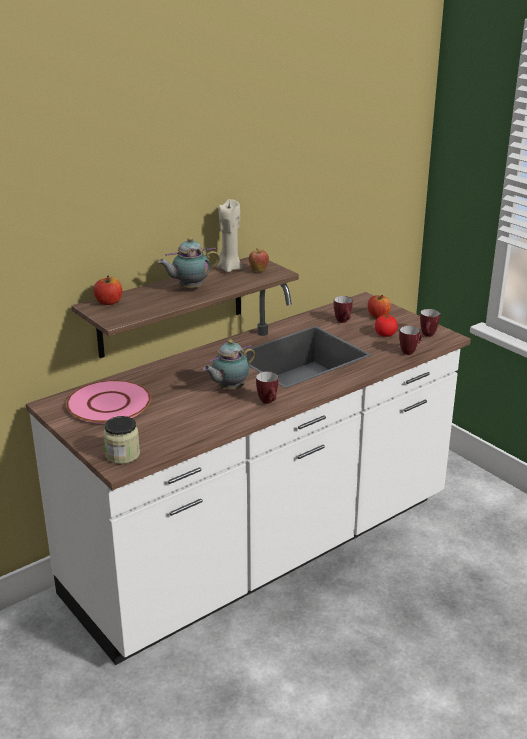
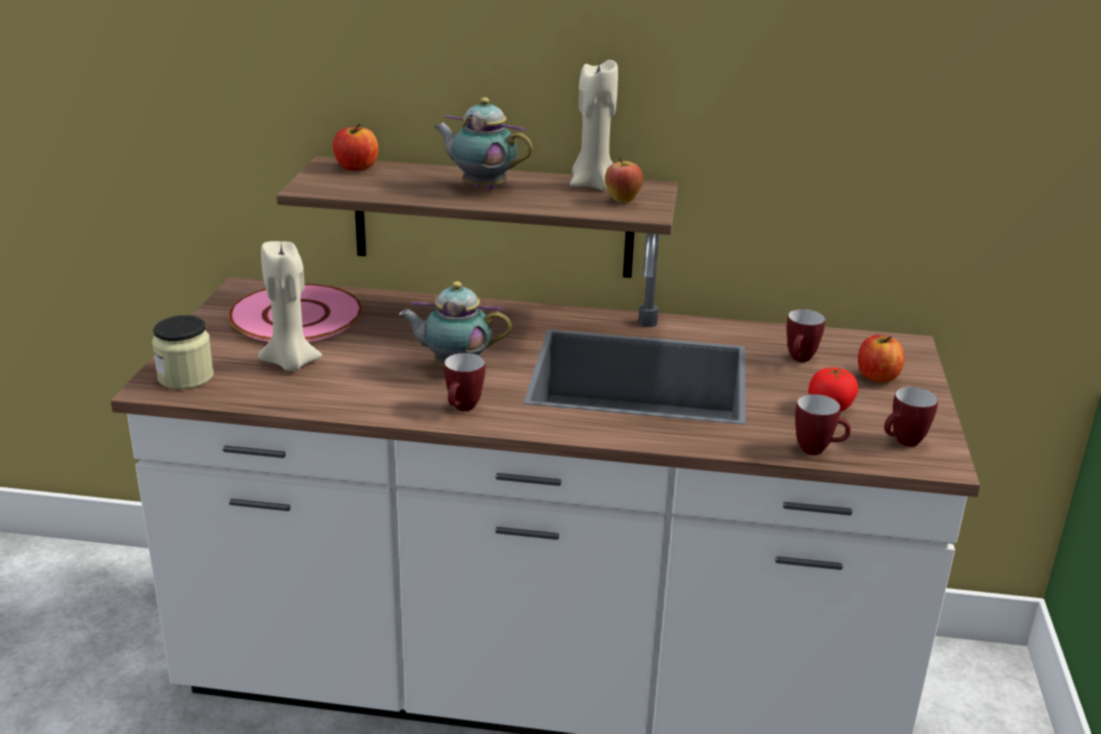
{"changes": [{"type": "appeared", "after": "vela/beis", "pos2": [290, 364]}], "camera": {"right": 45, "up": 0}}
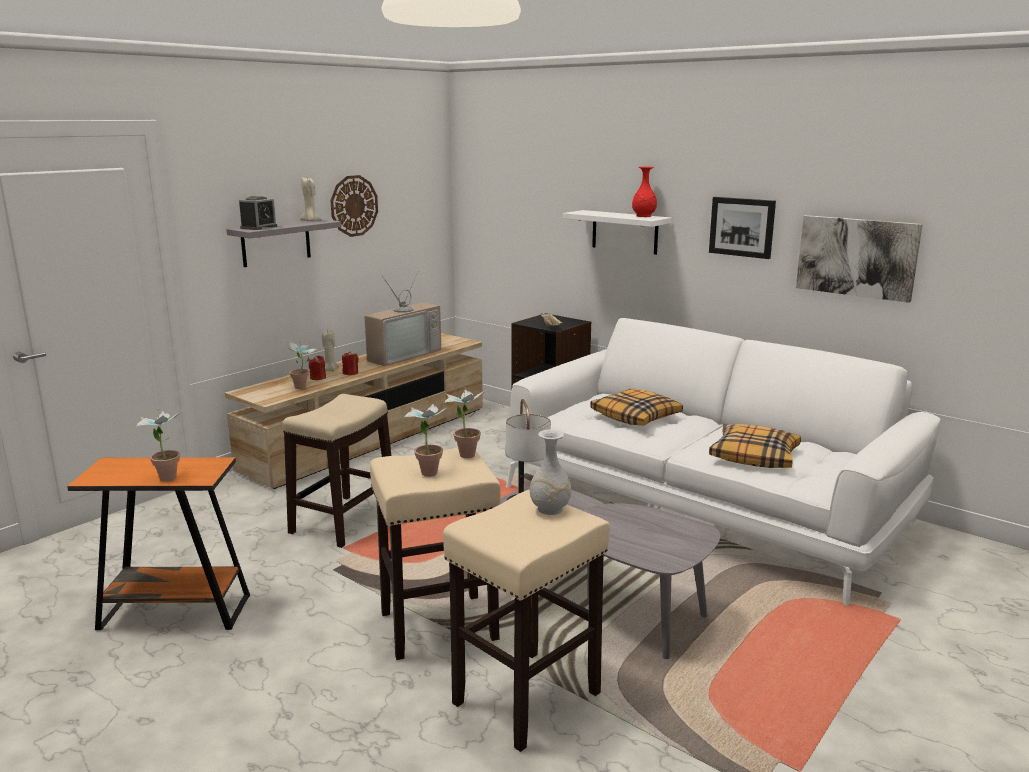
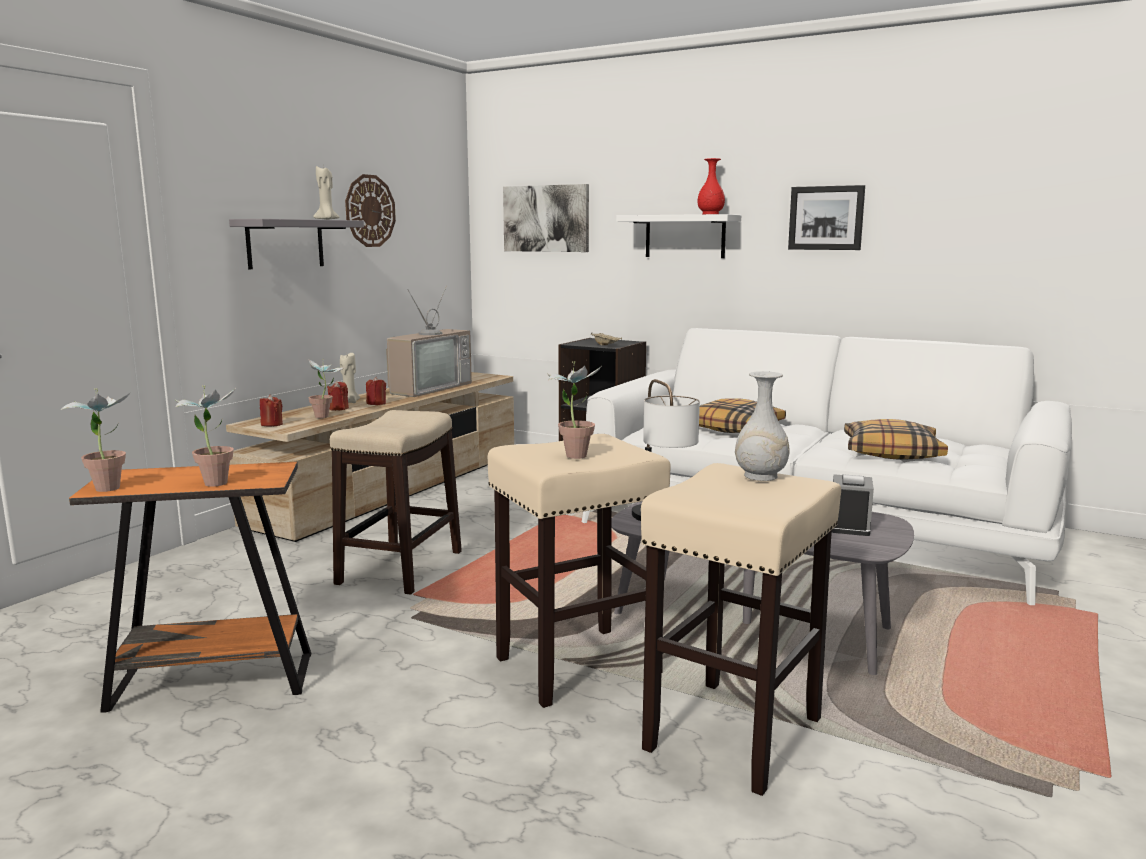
{"changes": [{"type": "relocated", "before": "despertador", "pos1": [259, 227], "pos2": [849, 525]}, {"type": "relocated", "before": "planta en maceta", "pos1": [466, 453], "pos2": [108, 486]}, {"type": "relocated", "before": "cuadro", "pos1": [857, 257], "pos2": [546, 218]}, {"type": "appeared", "after": "vela/rojo", "pos2": [272, 424]}], "camera": {"right": -10, "up": -5}}
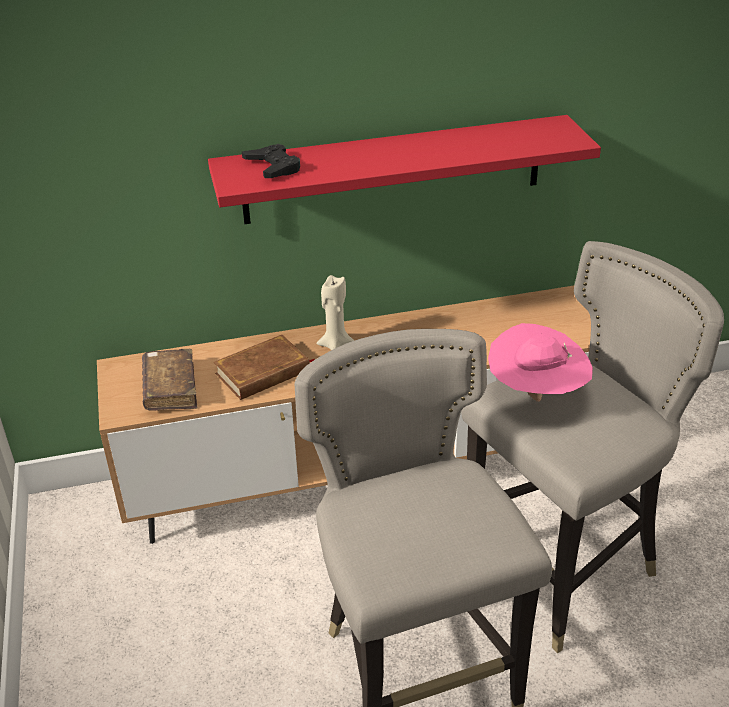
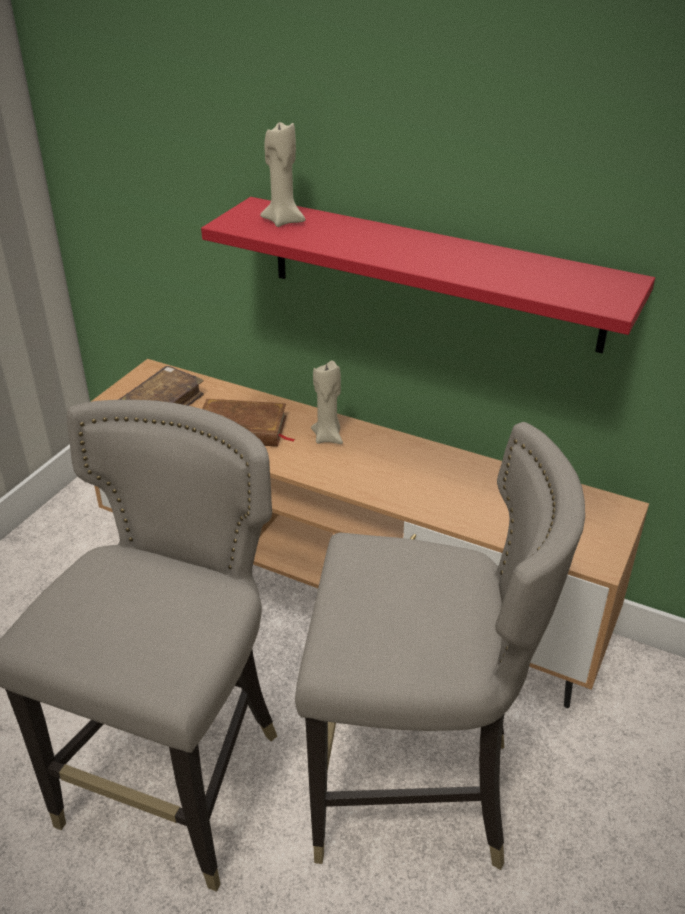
{"changes": [{"type": "exchanged", "before": "mando de consola/negro", "after": "vela/beis", "pos1": [273, 167], "pos2": [283, 221]}, {"type": "missing", "before": "sombrero/rosa", "pos1": [536, 395]}], "camera": {"right": 40, "up": 0}}
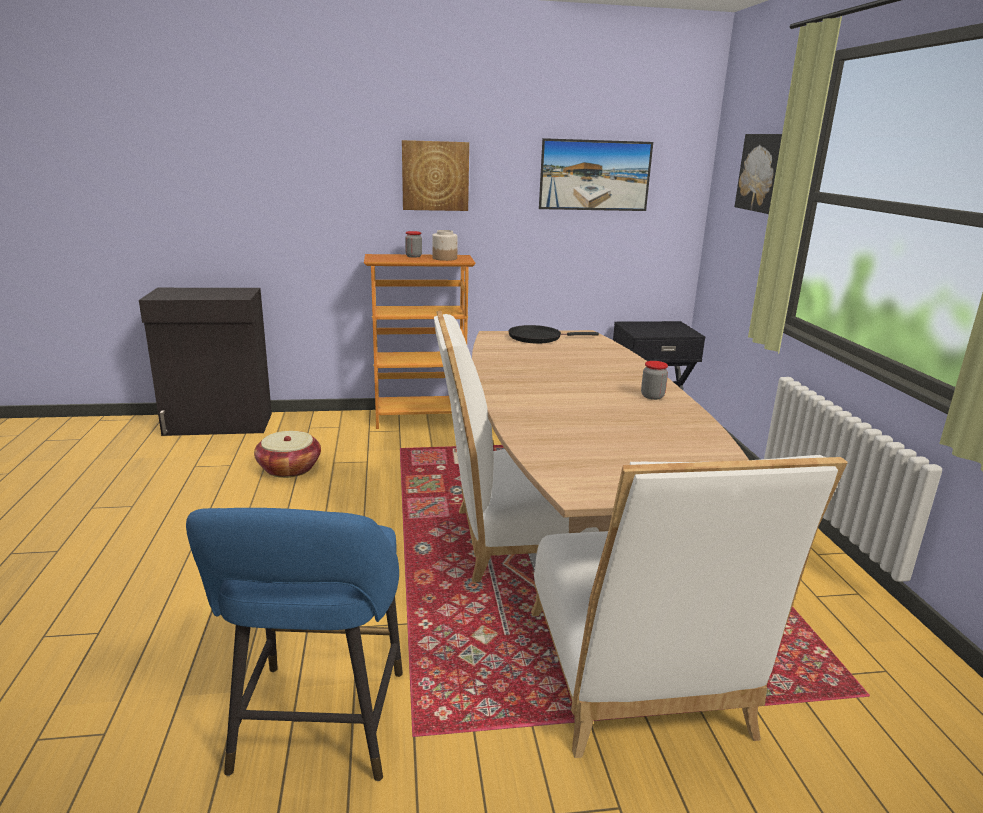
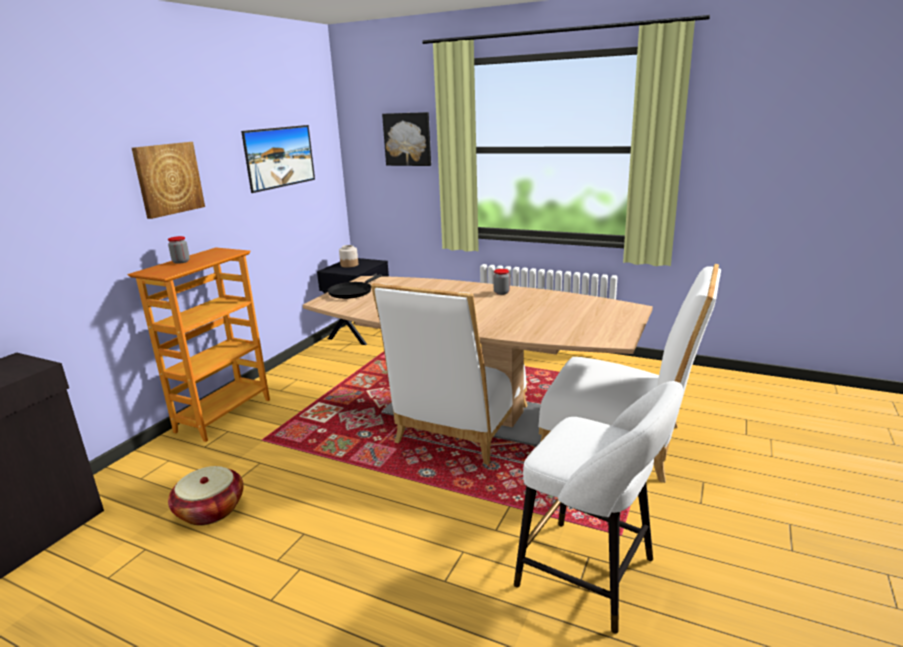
{"changes": [{"type": "colour", "before": "taburete/azul", "after": "taburete/blanco", "pos1": [318, 729], "pos2": [593, 576]}, {"type": "relocated", "before": "tarro", "pos1": [445, 258], "pos2": [349, 265]}], "camera": {"right": -55, "up": 0}}
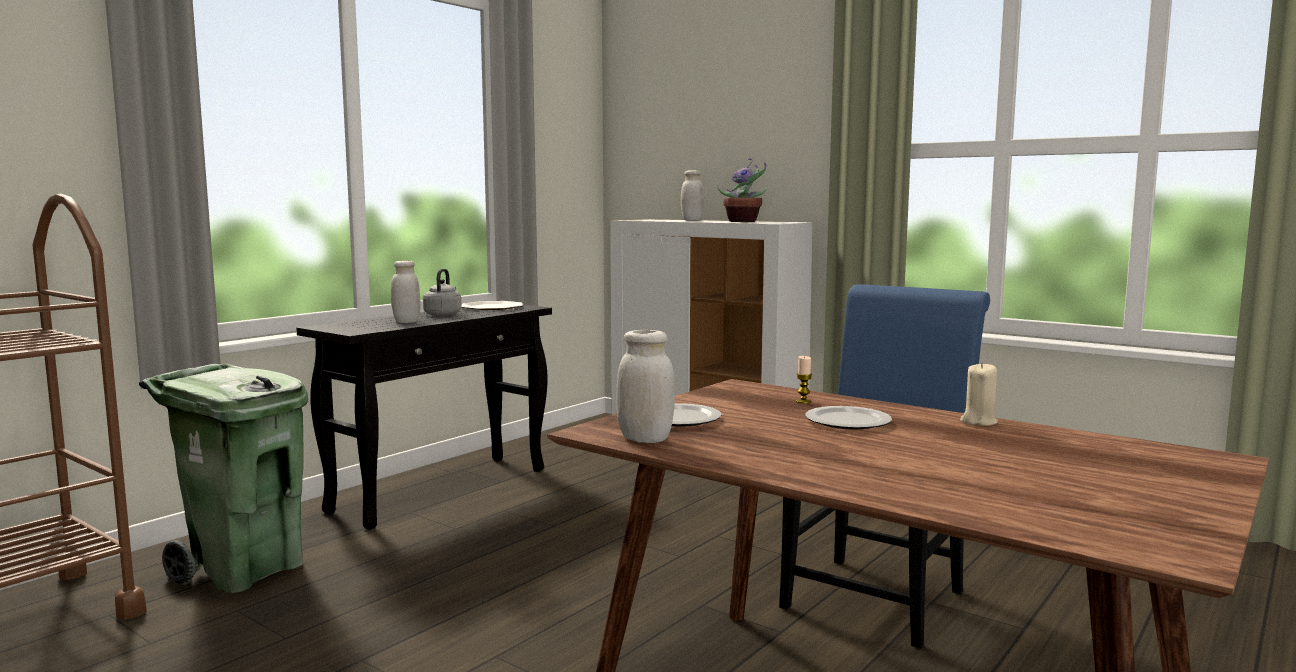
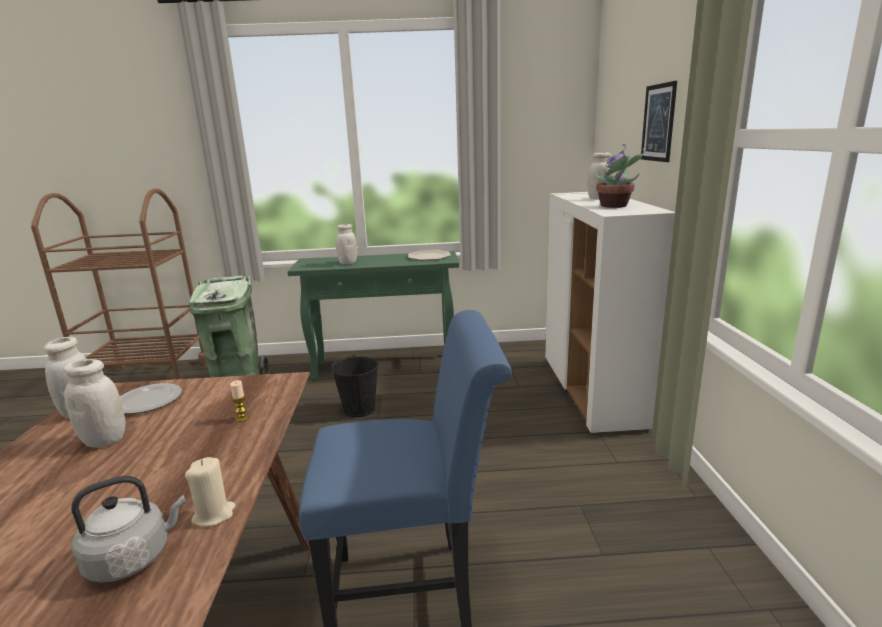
{"changes": [{"type": "colour", "before": "mesa consola/negro", "after": "mesa consola/verde", "pos1": [442, 489], "pos2": [385, 367]}, {"type": "relocated", "before": "hervidor/gris", "pos1": [443, 314], "pos2": [133, 558]}, {"type": "missing", "before": "plato", "pos1": [847, 421]}, {"type": "appeared", "after": "tarro/blanco", "pos2": [104, 440]}, {"type": "appeared", "after": "cubo/negro", "pos2": [359, 409]}, {"type": "appeared", "after": "cuadro", "pos2": [658, 123]}], "camera": {"right": 50, "up": 10}}
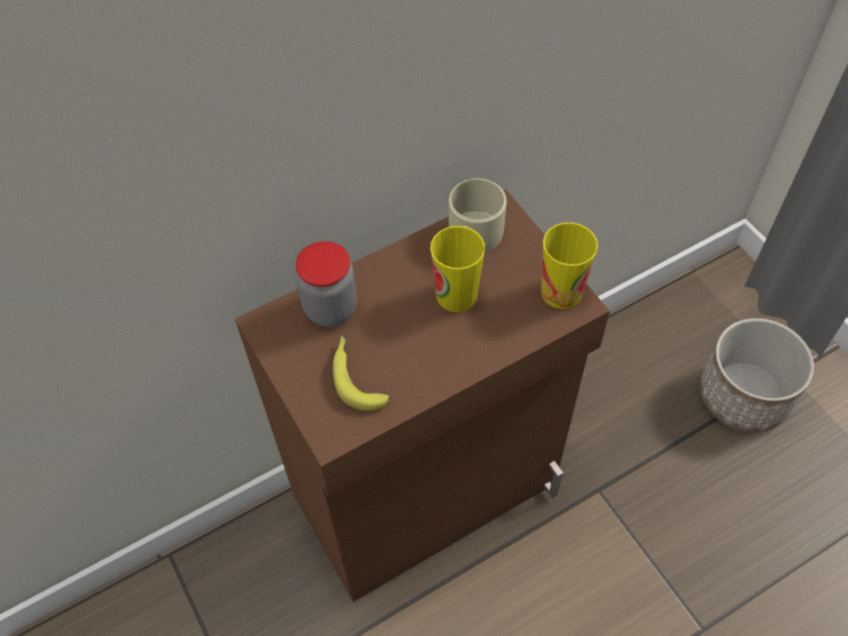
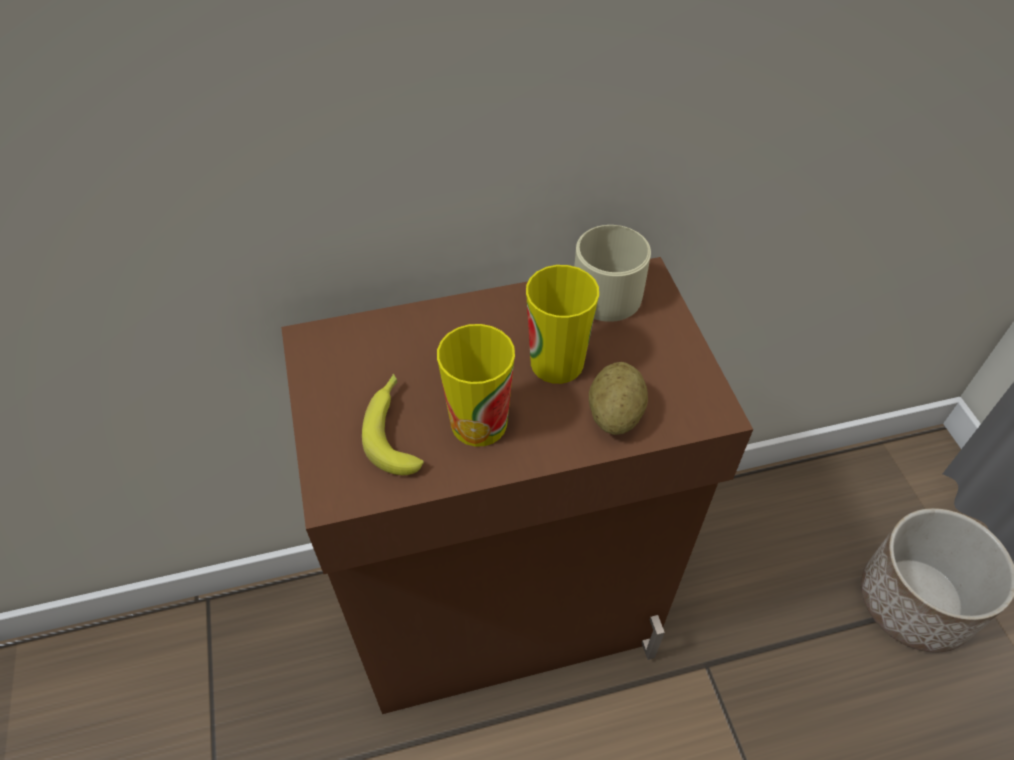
{"changes": [{"type": "missing", "before": "tarro", "pos1": [330, 308]}, {"type": "relocated", "before": "taza", "pos1": [561, 292], "pos2": [479, 423]}, {"type": "appeared", "after": "patata", "pos2": [615, 414]}], "camera": {"right": 15, "up": -5}}
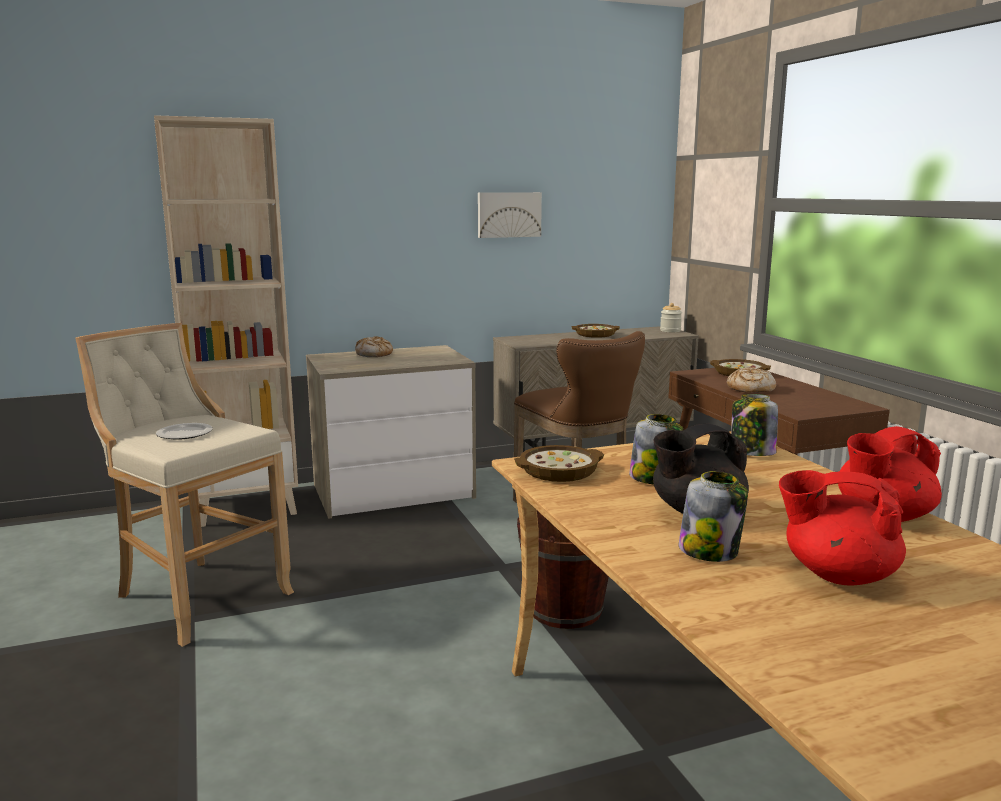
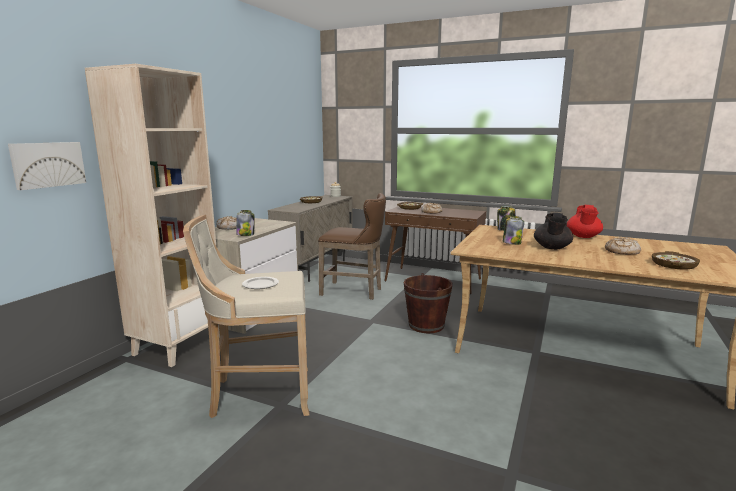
{"changes": [{"type": "relocated", "before": "cuadro", "pos1": [508, 214], "pos2": [47, 164]}, {"type": "relocated", "before": "cuenco", "pos1": [559, 471], "pos2": [674, 265]}, {"type": "relocated", "before": "tarro", "pos1": [709, 551], "pos2": [245, 234]}, {"type": "exchanged", "before": "tetera/rojo", "after": "pan", "pos1": [837, 575], "pos2": [621, 252]}], "camera": {"right": -45, "up": 0}}
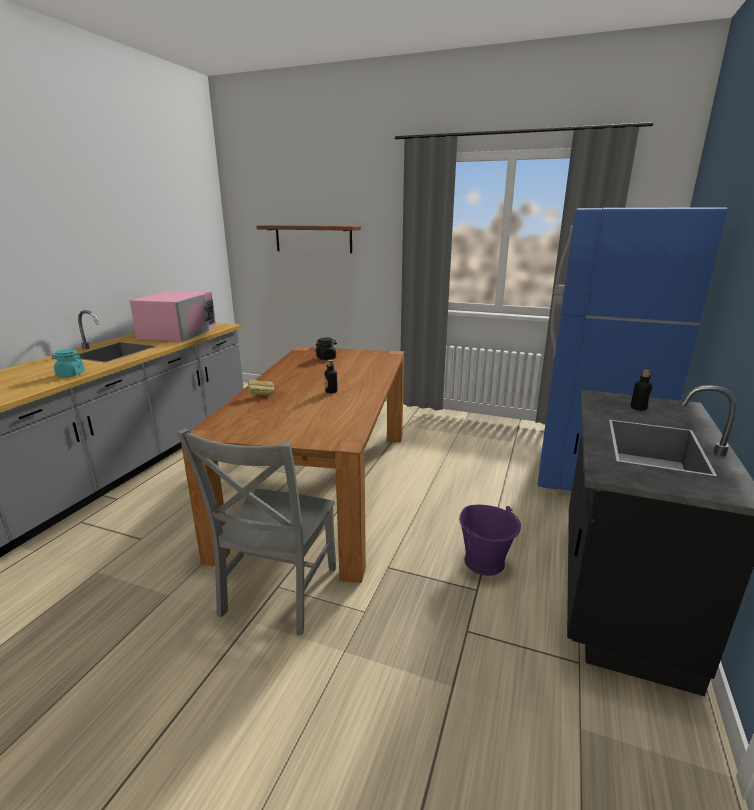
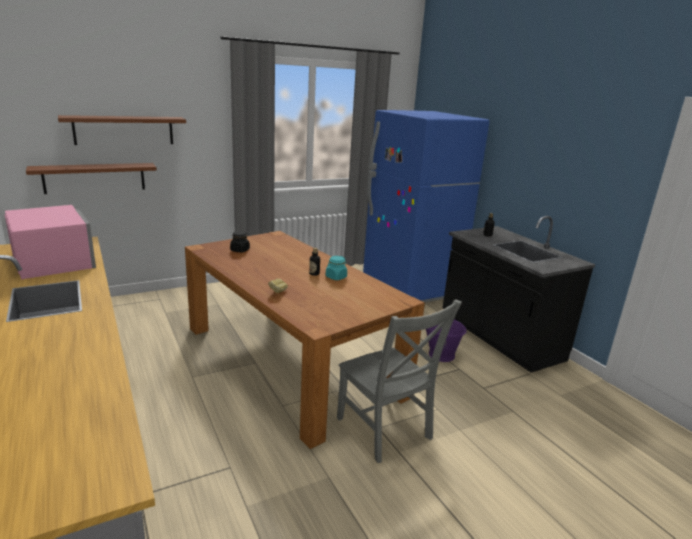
{"changes": [{"type": "relocated", "before": "tarro/turquesa", "pos1": [70, 374], "pos2": [336, 277]}, {"type": "appeared", "after": "estante/marrón", "pos2": [94, 178]}], "camera": {"right": -50, "up": 0}}
